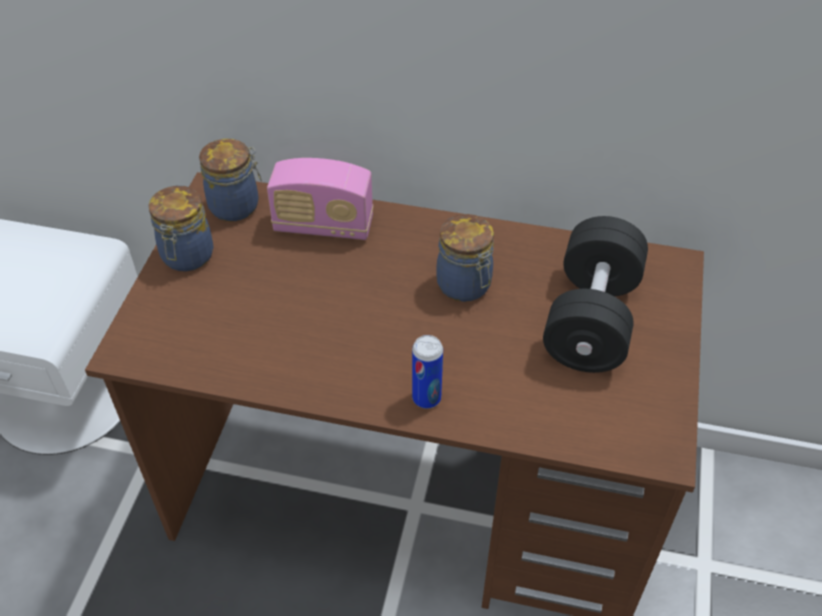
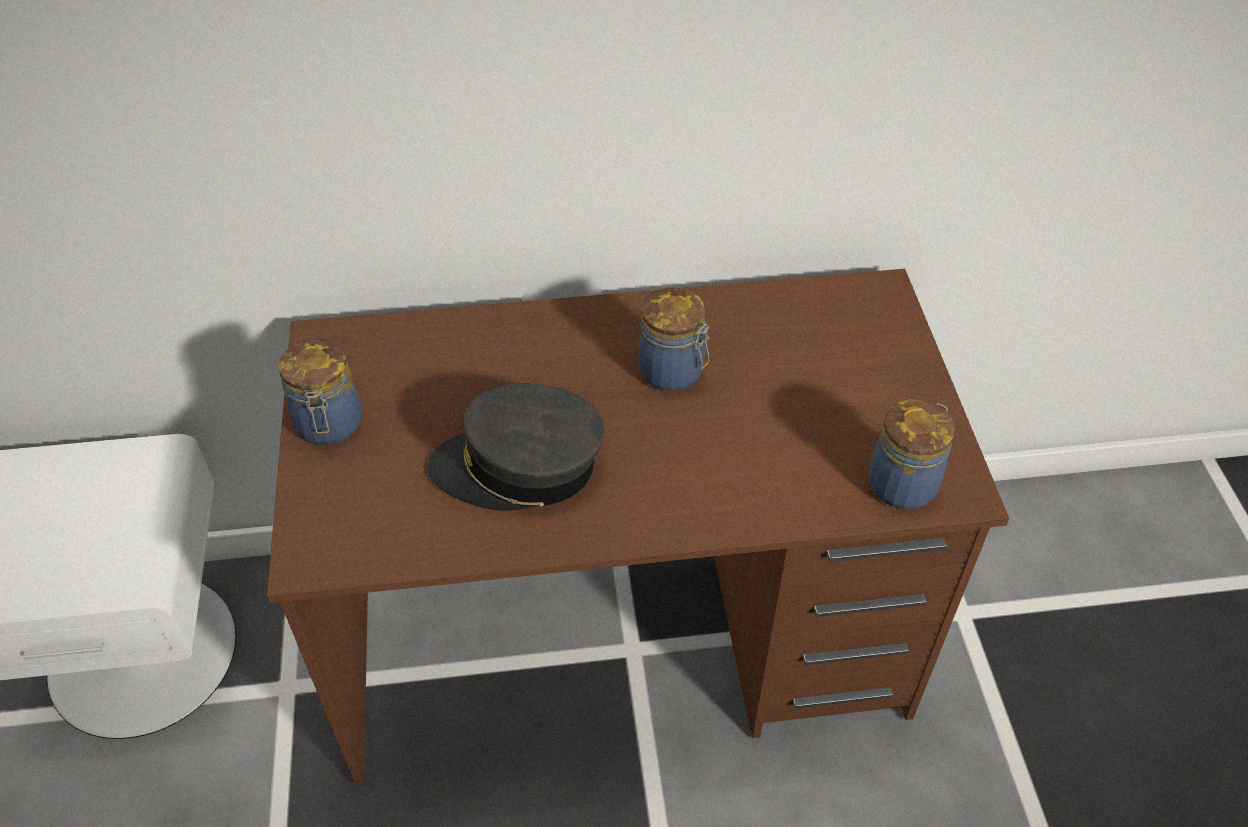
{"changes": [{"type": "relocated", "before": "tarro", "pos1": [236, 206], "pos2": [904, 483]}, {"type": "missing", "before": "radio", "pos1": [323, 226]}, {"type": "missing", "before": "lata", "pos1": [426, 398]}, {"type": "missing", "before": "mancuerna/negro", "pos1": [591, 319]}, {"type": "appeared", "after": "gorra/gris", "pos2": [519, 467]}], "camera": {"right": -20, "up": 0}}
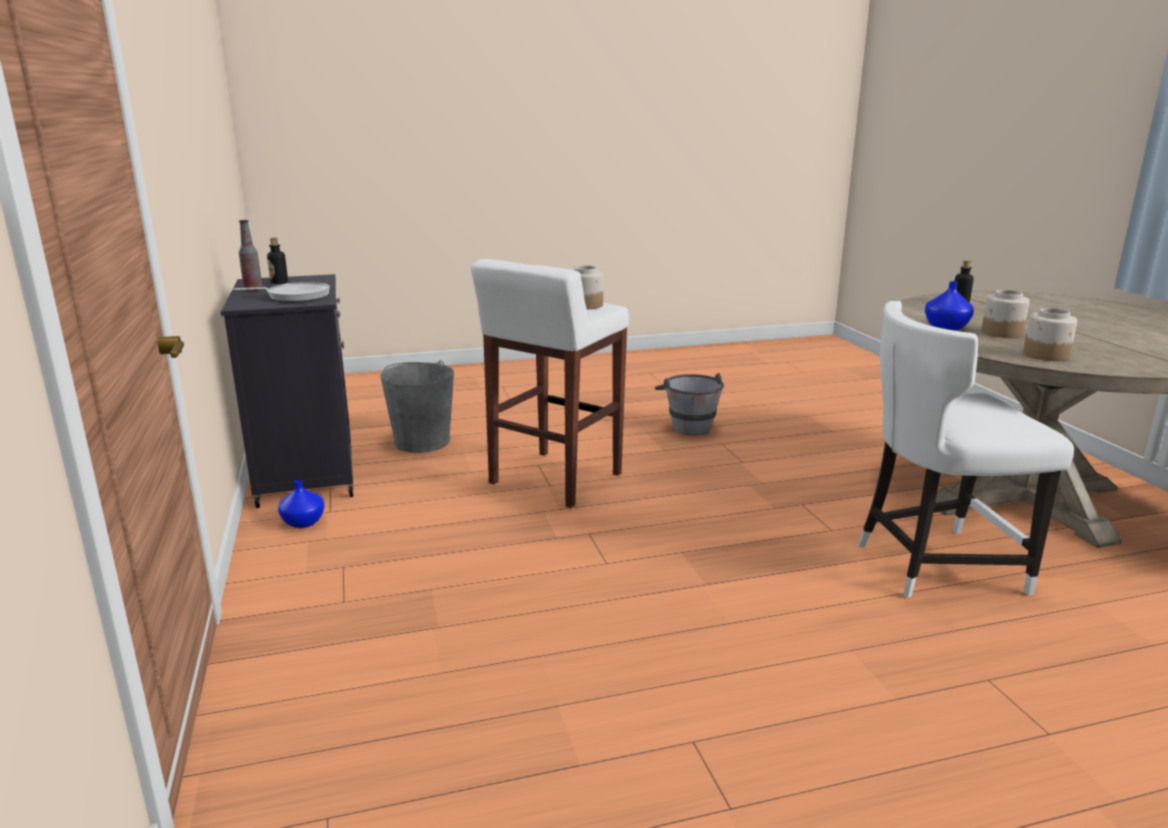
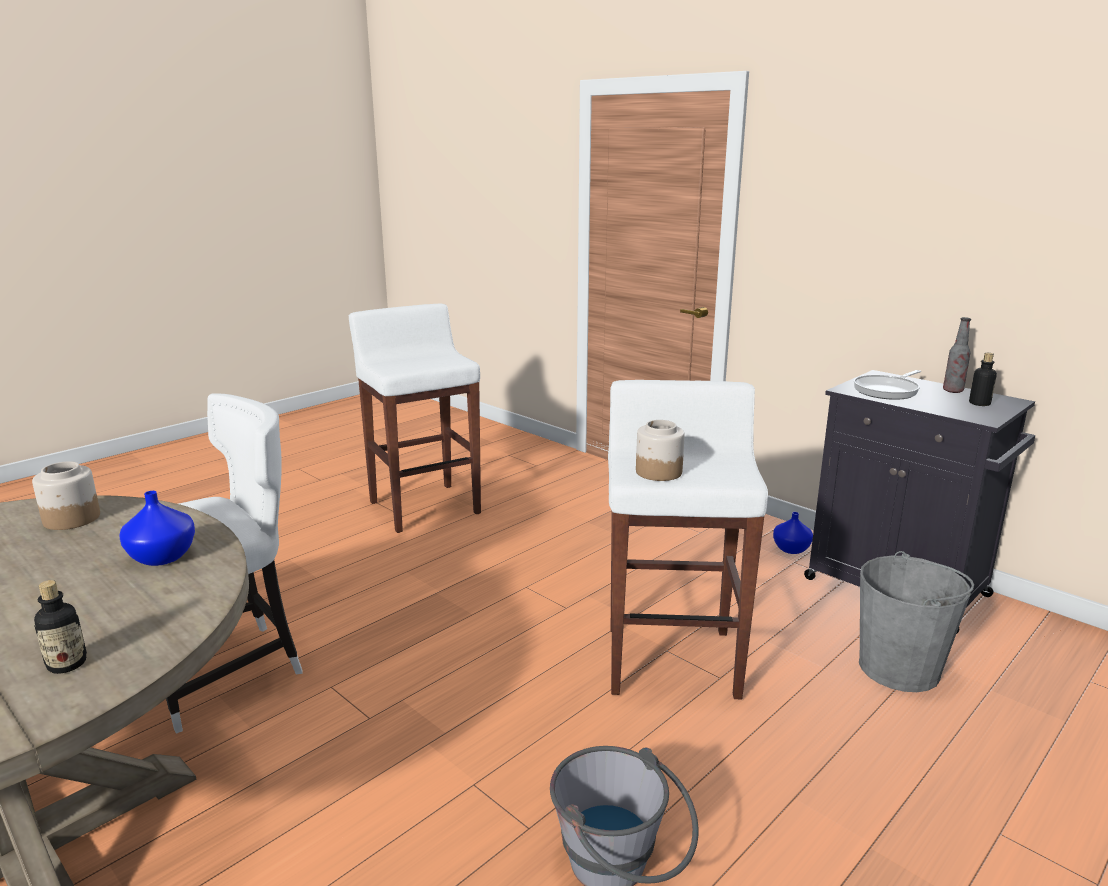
{"changes": [{"type": "missing", "before": "tarro", "pos1": [1001, 333]}, {"type": "appeared", "after": "taburete/blanco", "pos2": [424, 507]}], "camera": {"right": 150, "up": 0}}
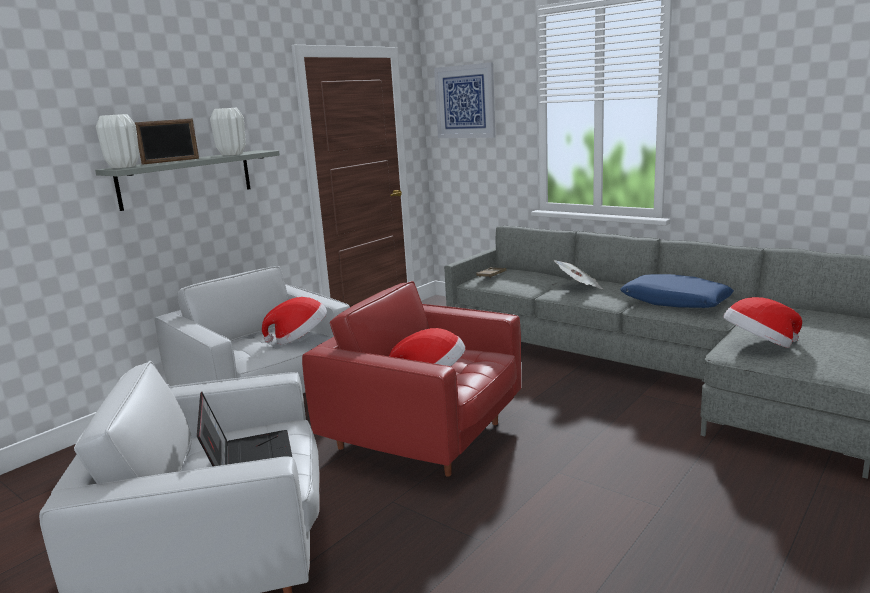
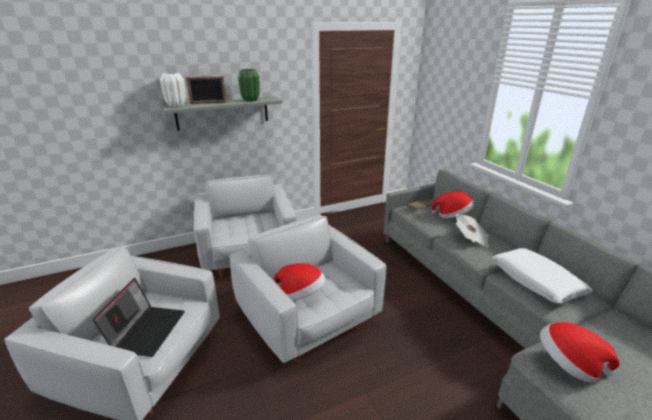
{"changes": [{"type": "colour", "before": "florero/blanco", "after": "florero/verde", "pos1": [232, 154], "pos2": [250, 100]}, {"type": "relocated", "before": "sombrero", "pos1": [299, 339], "pos2": [453, 215]}, {"type": "colour", "before": "sillón/rojo", "after": "sillón/blanco", "pos1": [426, 437], "pos2": [309, 321]}, {"type": "missing", "before": "cuadro", "pos1": [465, 102]}, {"type": "colour", "before": "cojín/azul", "after": "cojín/blanco", "pos1": [675, 302], "pos2": [536, 281]}], "camera": {"right": 25, "up": 10}}
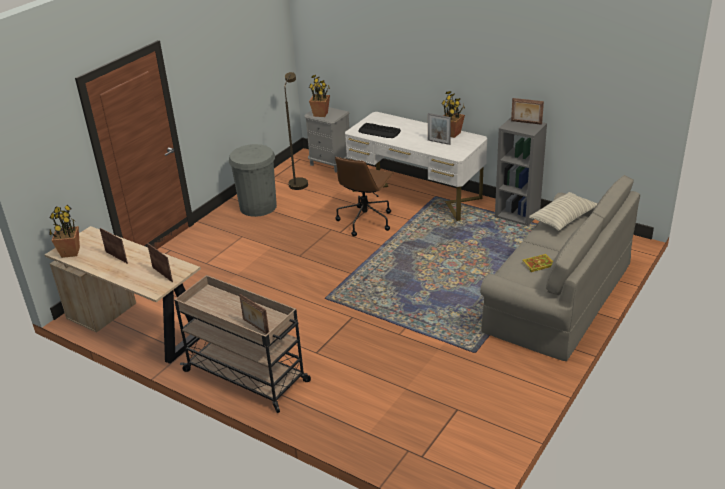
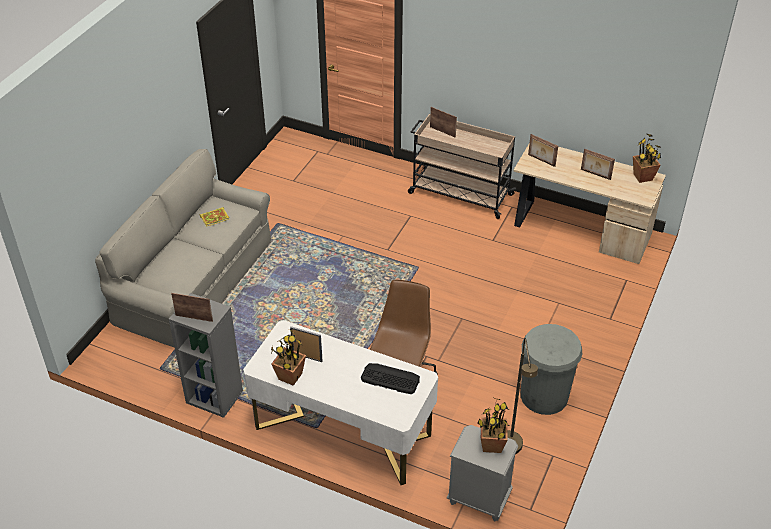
{"changes": [{"type": "missing", "before": "cojín", "pos1": [563, 219]}], "camera": {"right": 170, "up": 10}}
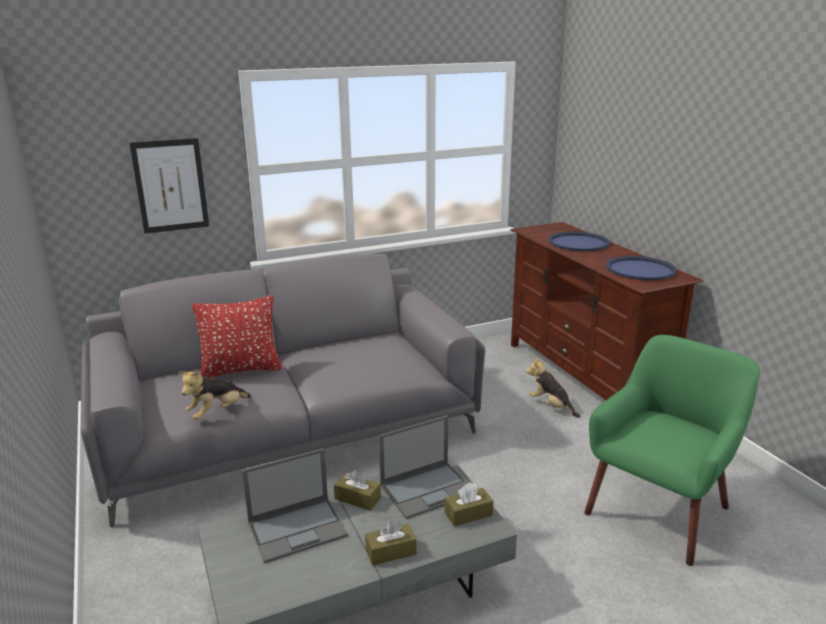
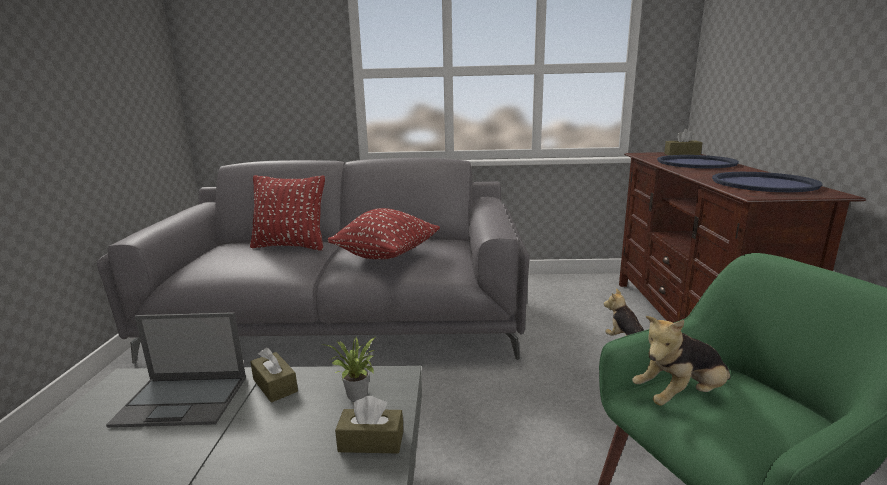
{"changes": [{"type": "missing", "before": "cuadro", "pos1": [170, 186]}, {"type": "relocated", "before": "peluche", "pos1": [217, 412], "pos2": [681, 396]}, {"type": "relocated", "before": "caja de pañuelos/marrón", "pos1": [391, 552], "pos2": [682, 154]}, {"type": "exchanged", "before": "portátil", "after": "planta en maceta", "pos1": [428, 489], "pos2": [357, 396]}, {"type": "appeared", "after": "cojín/rojo", "pos2": [386, 256]}], "camera": {"right": 25, "up": -5}}
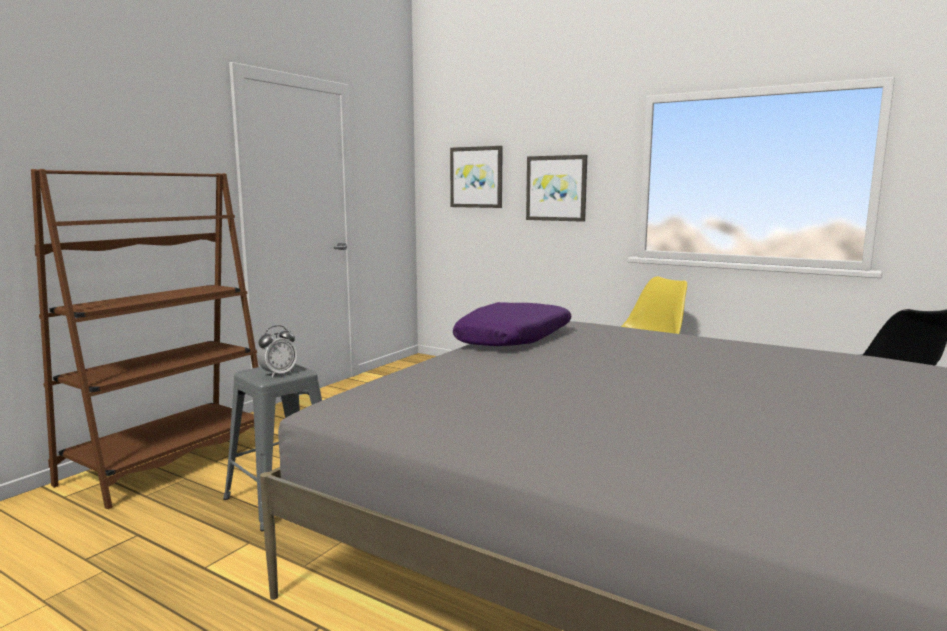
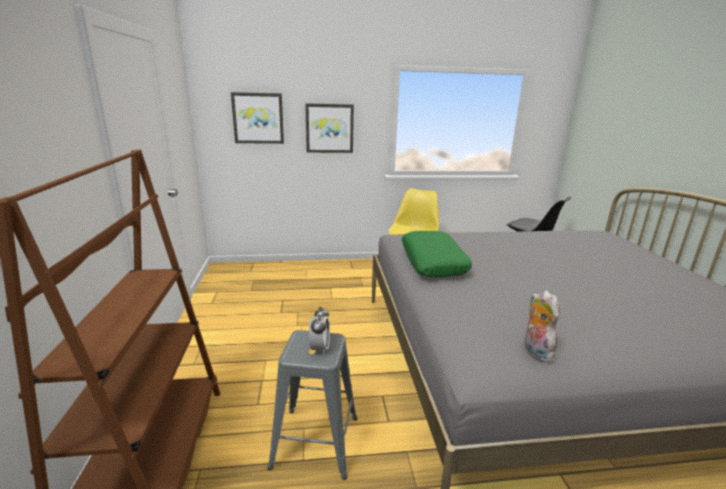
{"changes": [{"type": "colour", "before": "cojín/morado", "after": "cojín/verde", "pos1": [514, 339], "pos2": [433, 262]}, {"type": "appeared", "after": "peluche", "pos2": [535, 351]}], "camera": {"right": -40, "up": 10}}
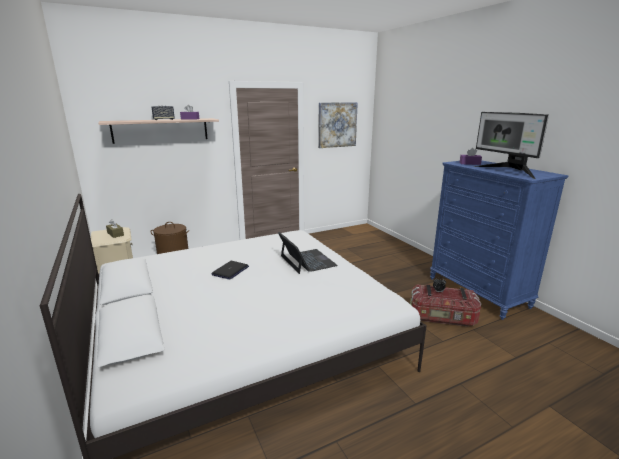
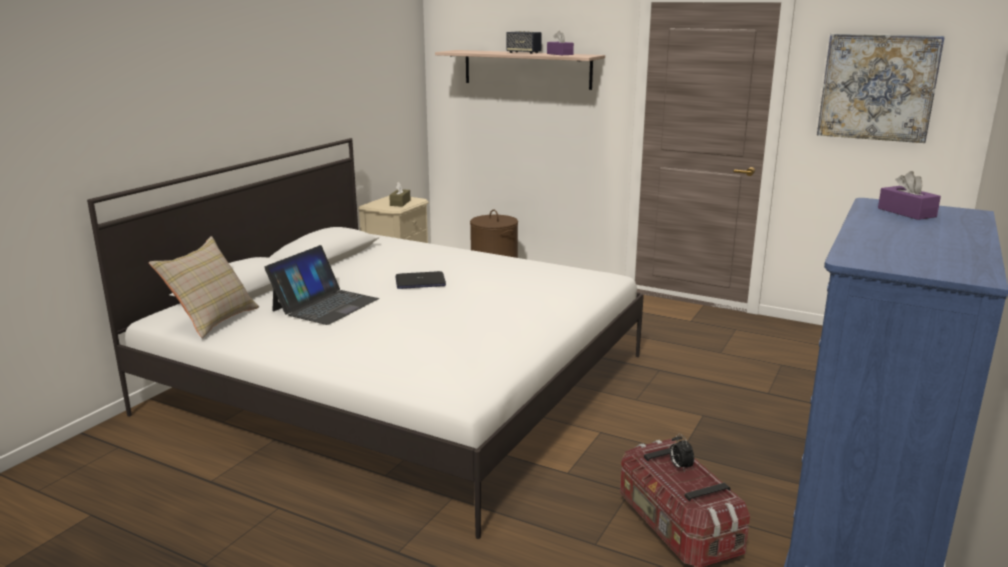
{"changes": [{"type": "relocated", "before": "portátil", "pos1": [307, 261], "pos2": [325, 305]}, {"type": "missing", "before": "monitor", "pos1": [508, 171]}, {"type": "appeared", "after": "cojín/beis", "pos2": [212, 319]}], "camera": {"right": 55, "up": 0}}
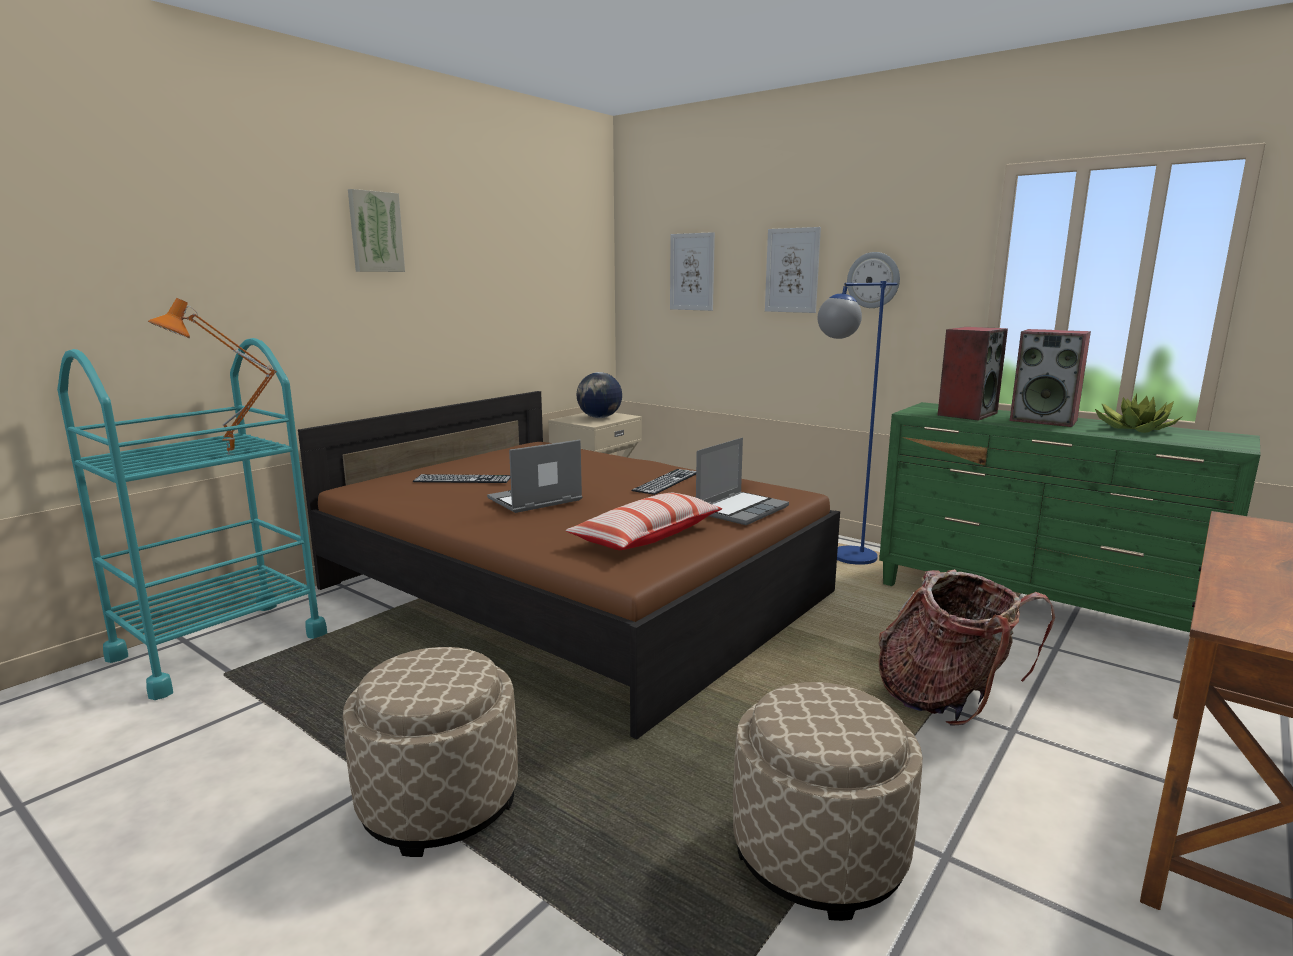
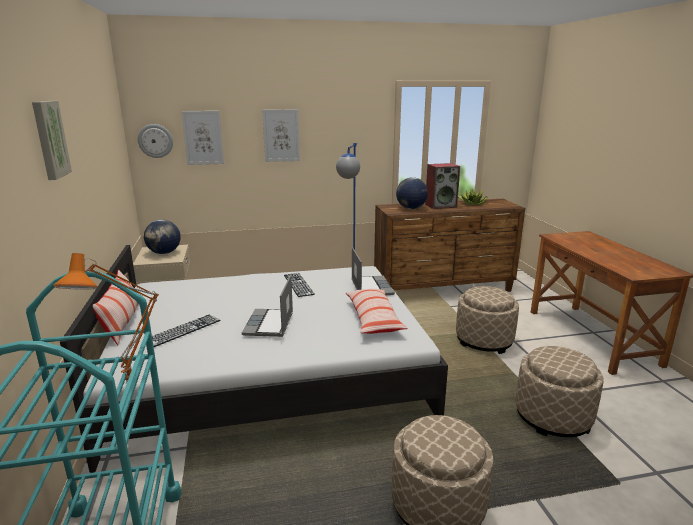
{"changes": [{"type": "colour", "before": "cama/marrón", "after": "cama/blanco", "pos1": [573, 591], "pos2": [269, 374]}, {"type": "relocated", "before": "reloj de pared", "pos1": [873, 280], "pos2": [155, 141]}, {"type": "exchanged", "before": "mochila", "after": "puf/beis", "pos1": [947, 699], "pos2": [484, 340]}, {"type": "colour", "before": "cómoda/verde", "after": "cómoda/marrón", "pos1": [1036, 608], "pos2": [443, 290]}, {"type": "exchanged", "before": "altavoz", "after": "globo terráqueo", "pos1": [967, 414], "pos2": [411, 208]}, {"type": "appeared", "after": "cojín", "pos2": [122, 323]}], "camera": {"right": -50, "up": 5}}
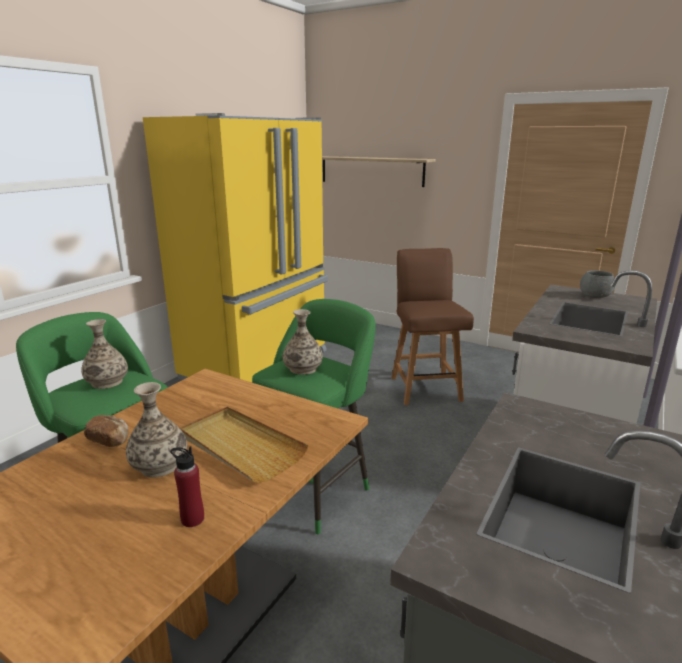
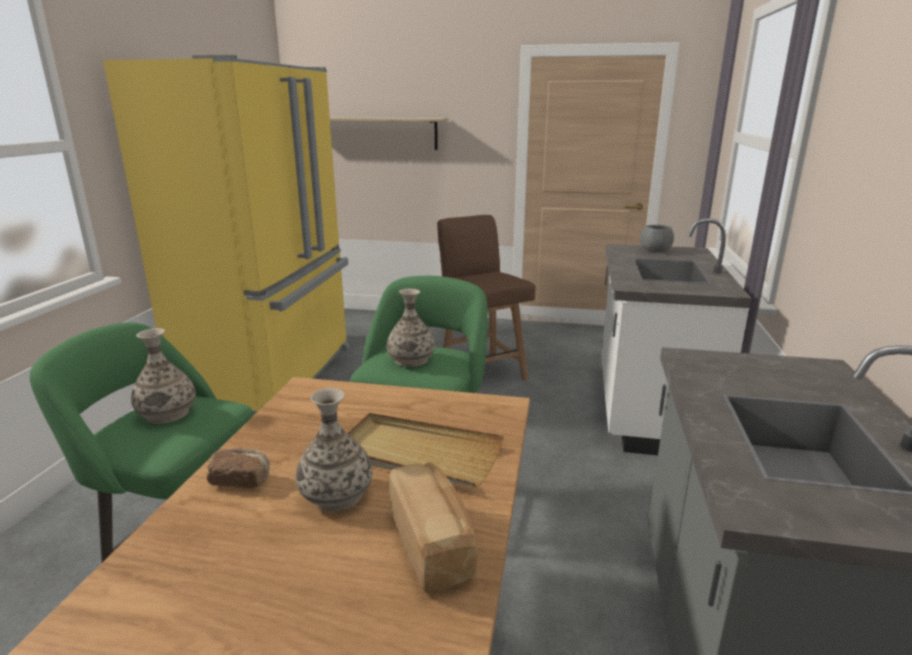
{"changes": [{"type": "exchanged", "before": "botella/rojo", "after": "pan", "pos1": [192, 519], "pos2": [433, 544]}], "camera": {"right": -20, "up": 0}}
